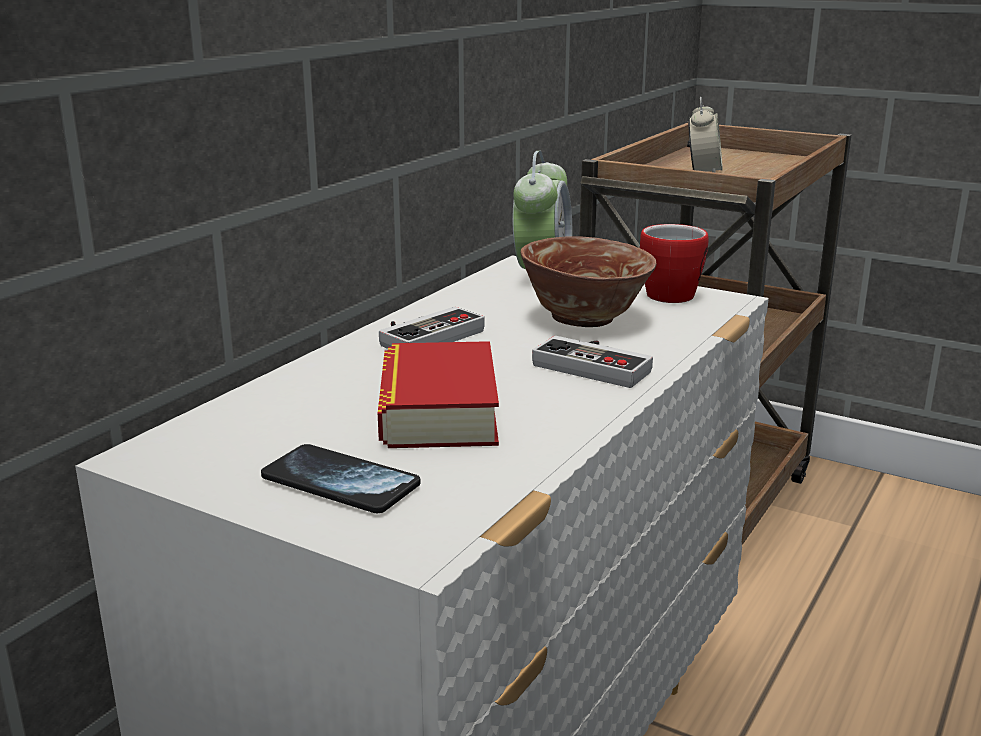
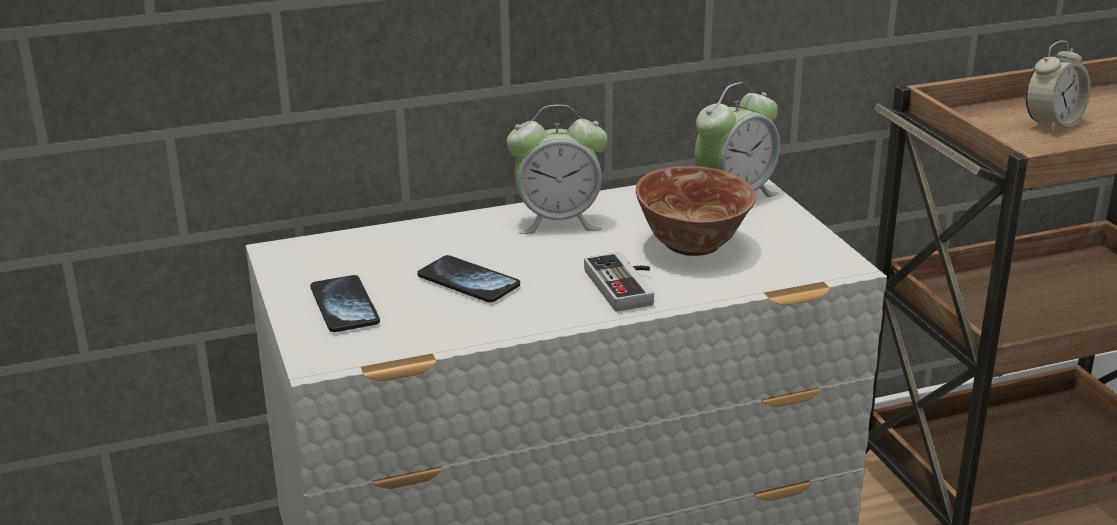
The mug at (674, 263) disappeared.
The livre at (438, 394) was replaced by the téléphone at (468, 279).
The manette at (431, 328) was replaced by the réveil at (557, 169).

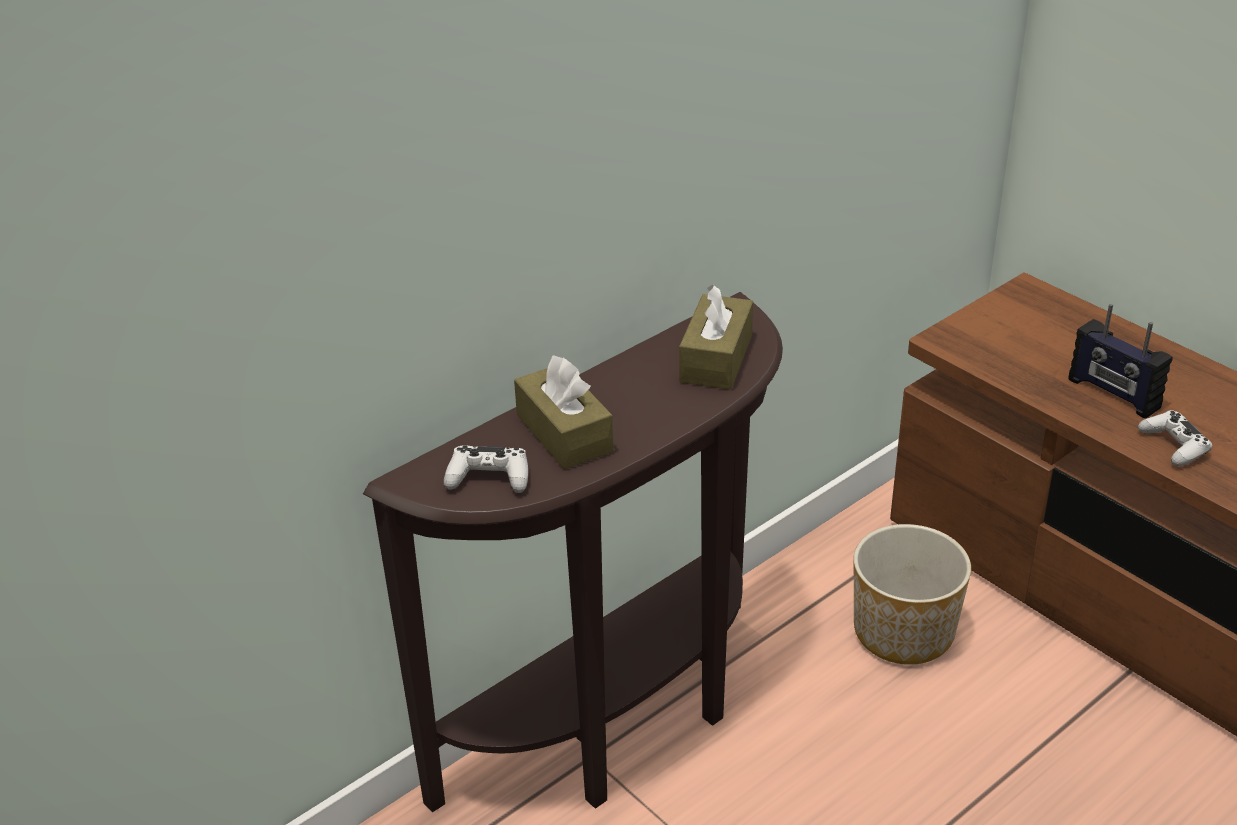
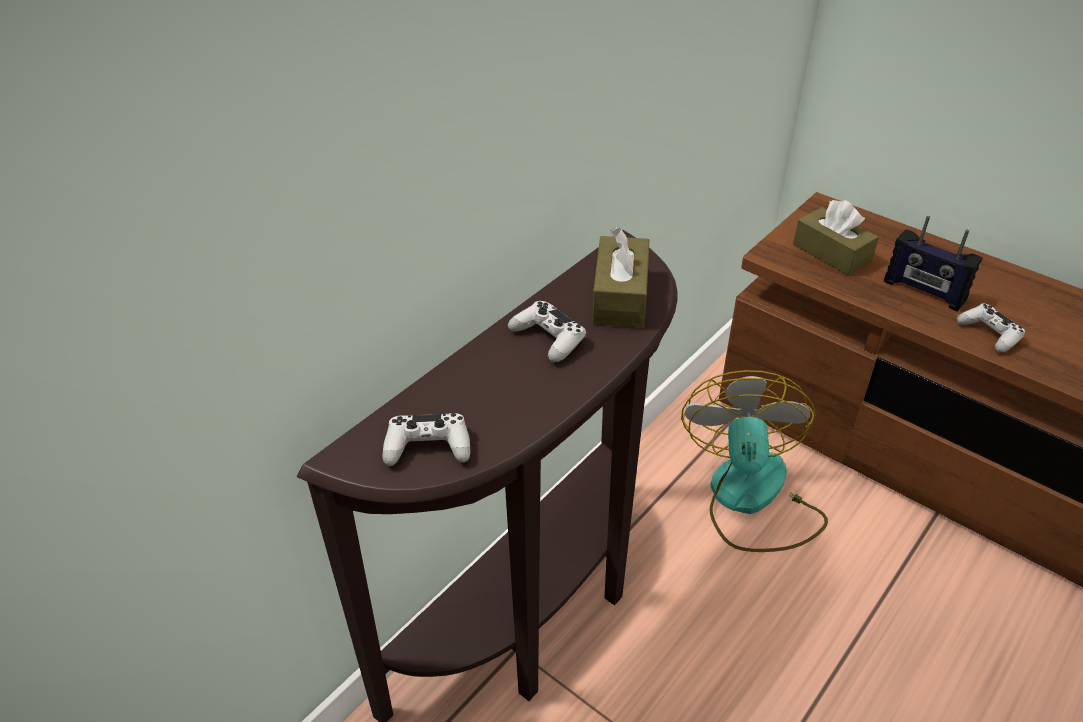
The manette/blanc at (547, 331) appeared.
The boîte à mouchoirs/marron moved from (564, 412) to (836, 238).
The cache-pot at (912, 594) was replaced by the ventilateur at (754, 461).

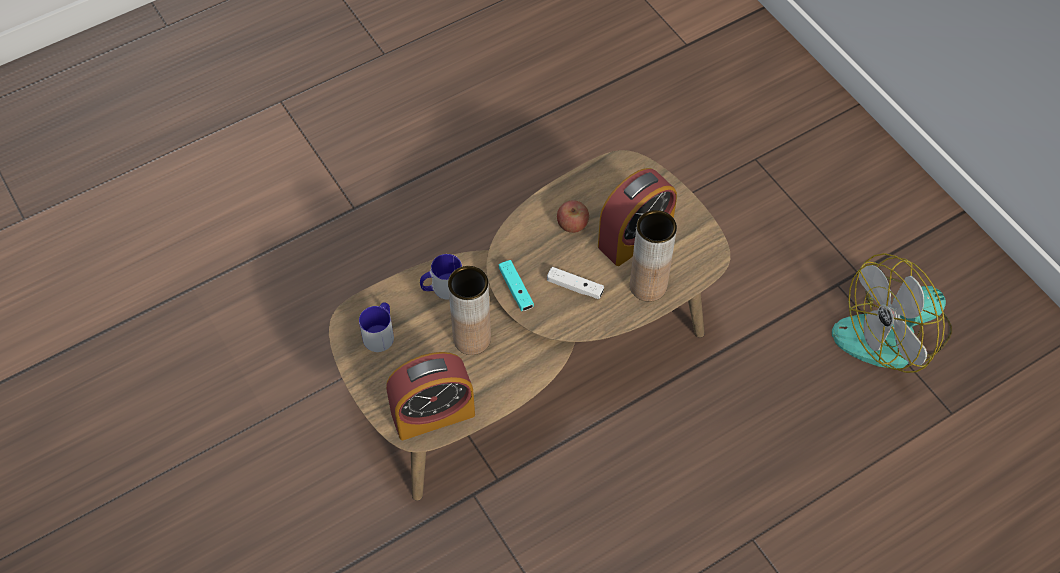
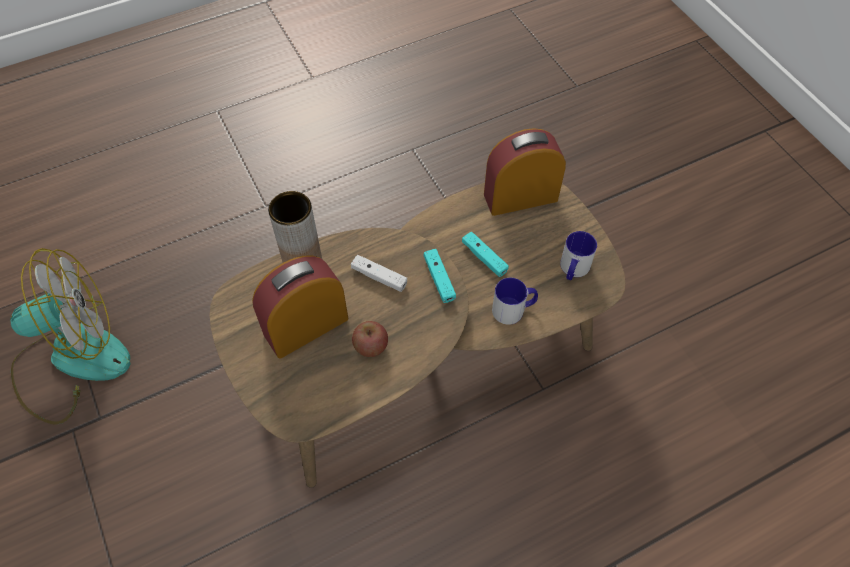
The vase/marron at (469, 310) was replaced by the manette/turquoise at (485, 254).

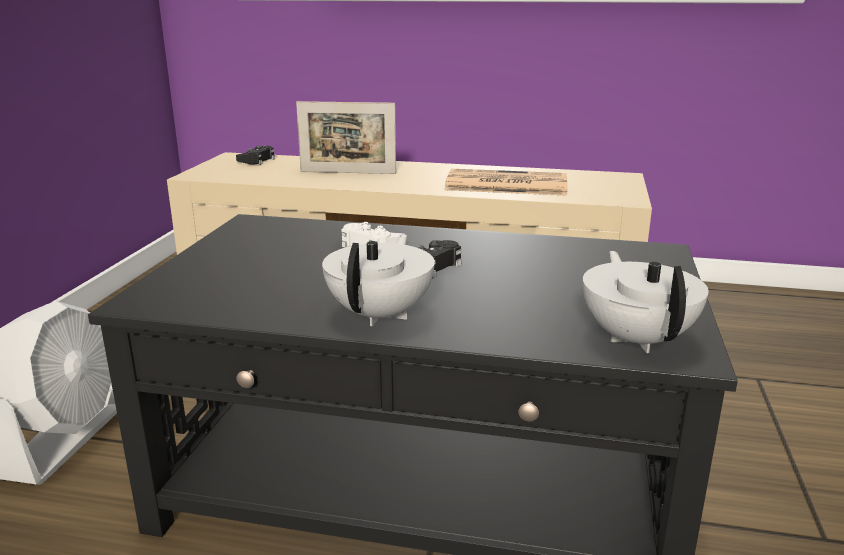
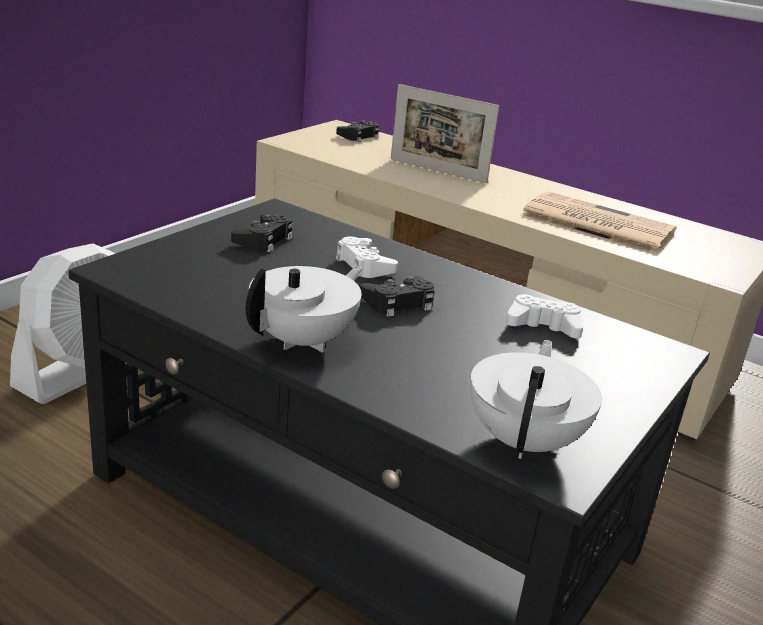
The manette/noir at (262, 233) appeared.
The manette/blanc at (545, 316) appeared.

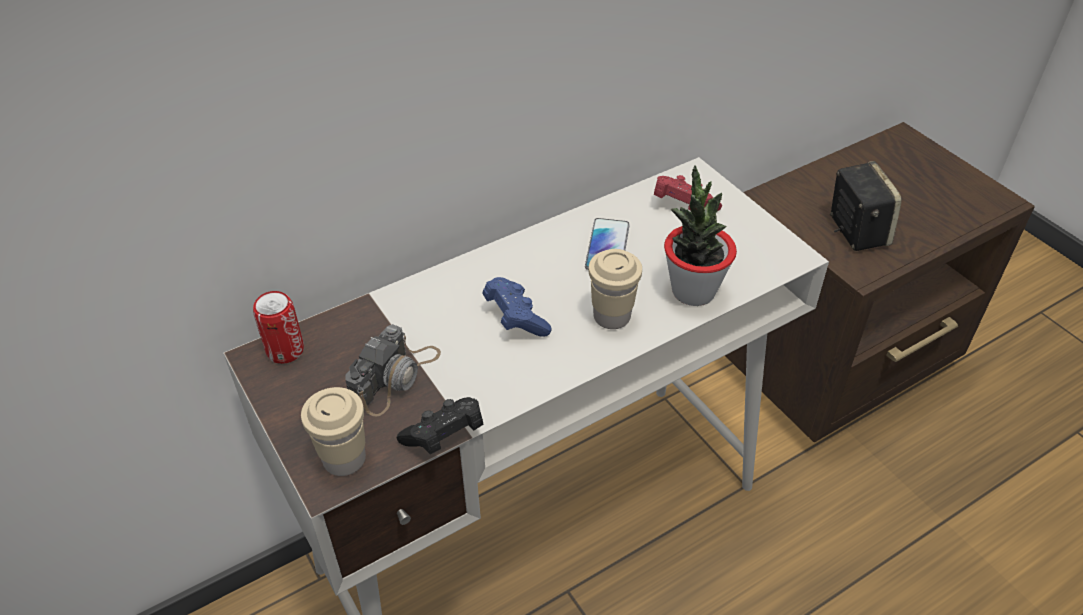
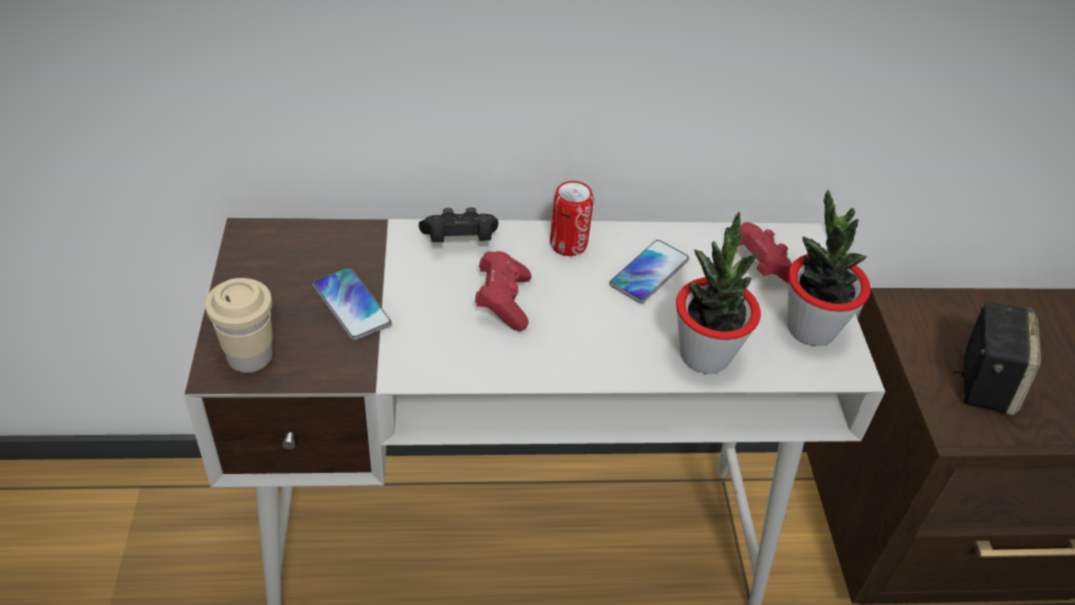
The tasse/beige at (615, 289) disappeared.
The plante en pot at (829, 268) appeared.
The boîte métallique moved from (278, 327) to (572, 218).
The manette/noir moved from (440, 425) to (458, 224).
The appareil photo at (393, 370) was replaced by the téléphone at (352, 304).
The manette/bleu at (517, 306) became the manette/rouge at (503, 291).

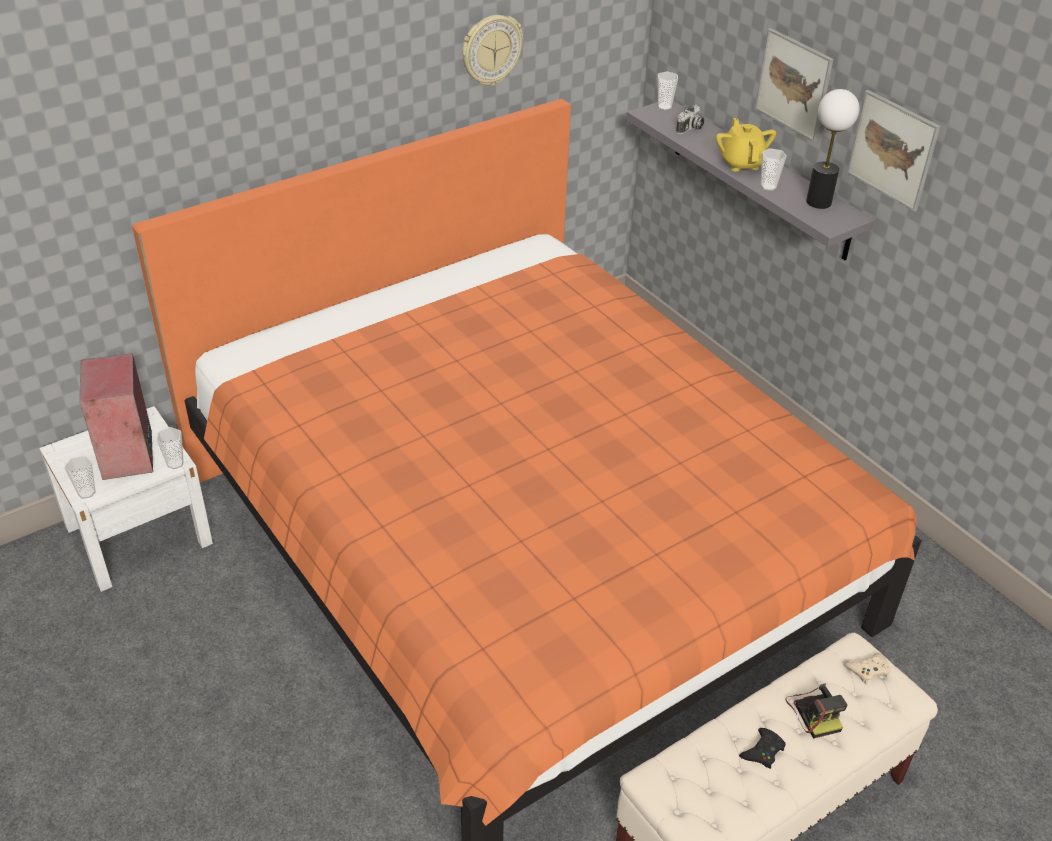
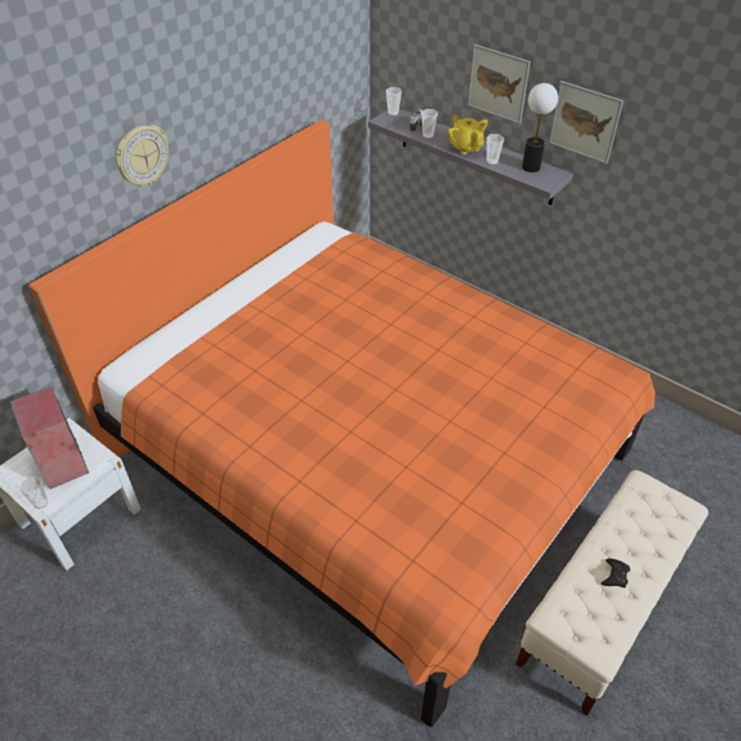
The appareil photo at (816, 711) disappeared.
The manette/beige at (867, 668) disappeared.
The tasse moved from (170, 448) to (429, 124).
The horloge murale moved from (492, 50) to (141, 156).

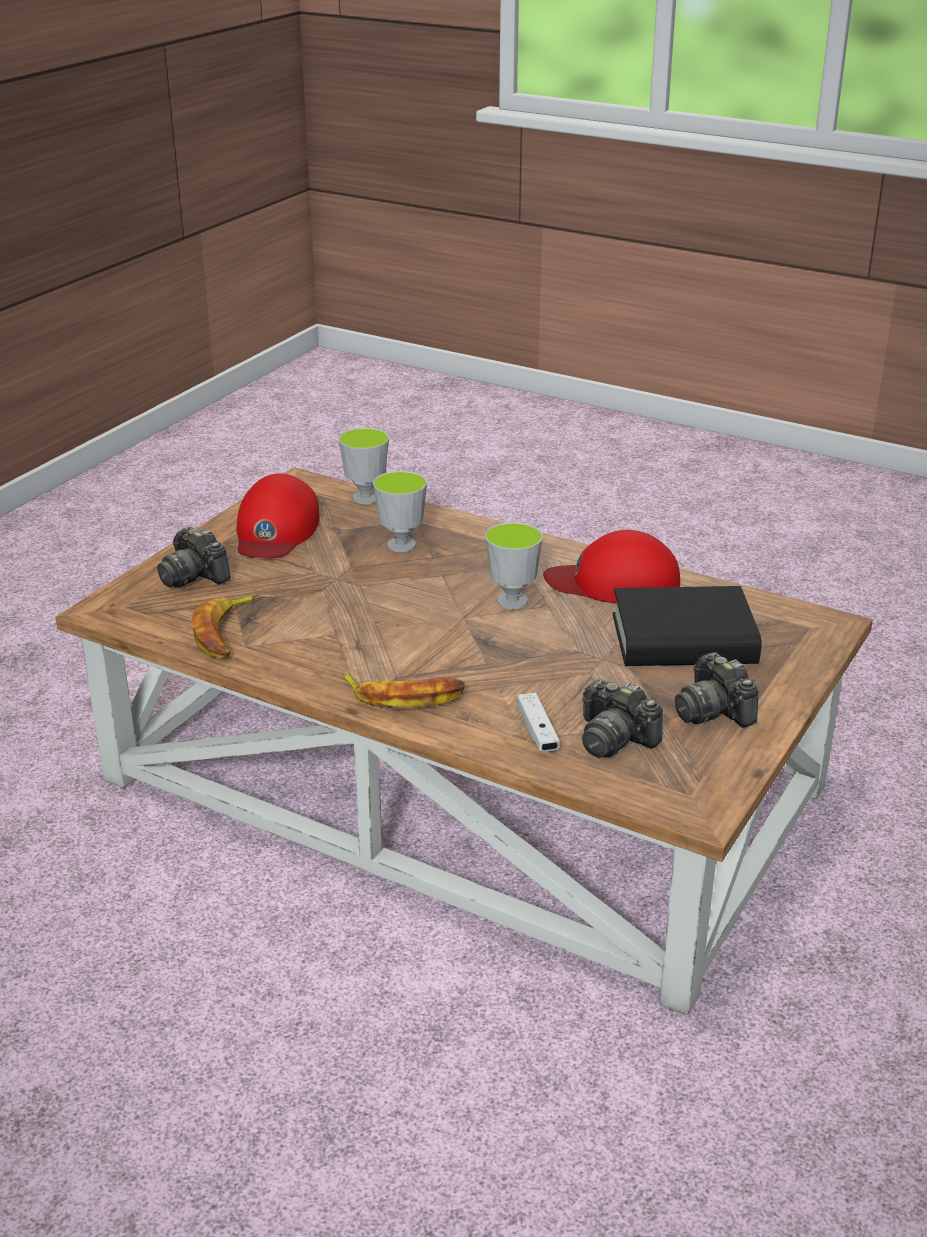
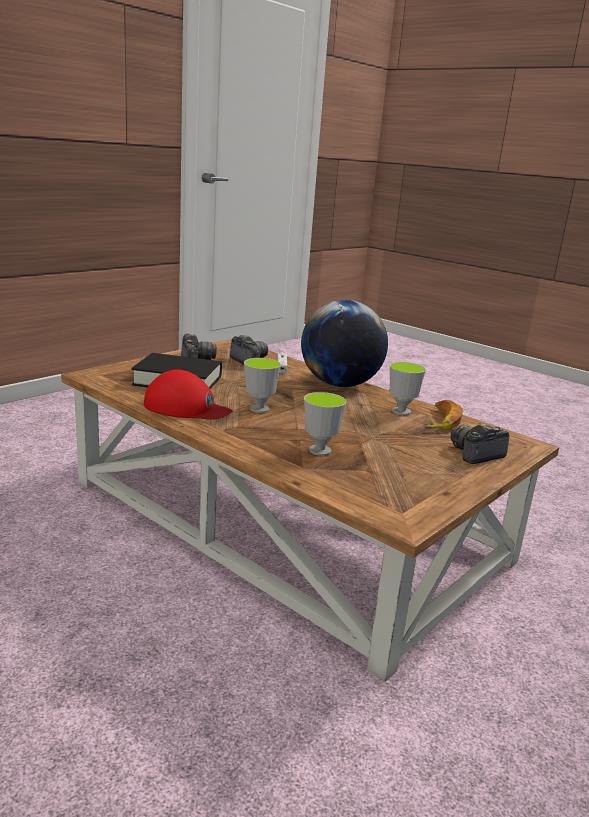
The casquette/rouge at (278, 515) disappeared.
The tasse moved from (364, 466) to (408, 388).
The banane at (403, 690) was replaced by the globe at (344, 343).
The appareil photo at (194, 557) turned 90 degrees counterclockwise.

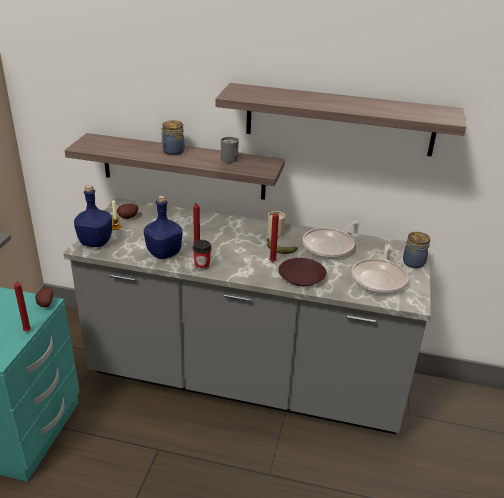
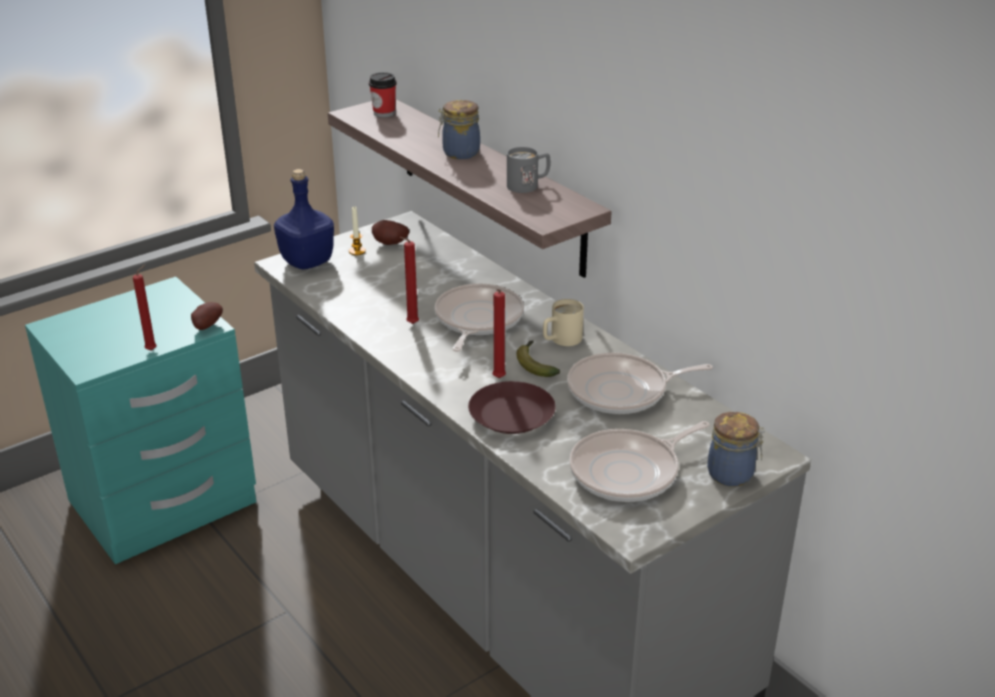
The bouteille/bleu at (163, 227) disappeared.
The étagère at (340, 120) disappeared.
The poêle at (479, 317) appeared.
The tasse moved from (202, 255) to (383, 95).

